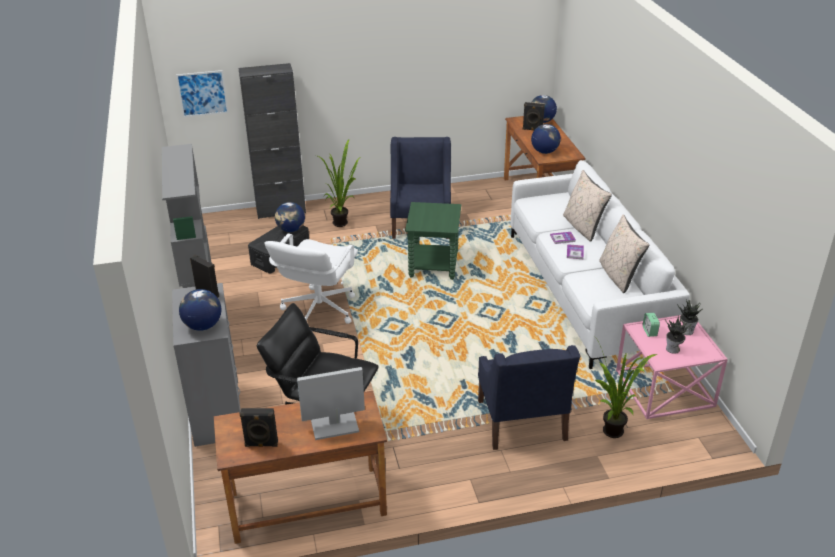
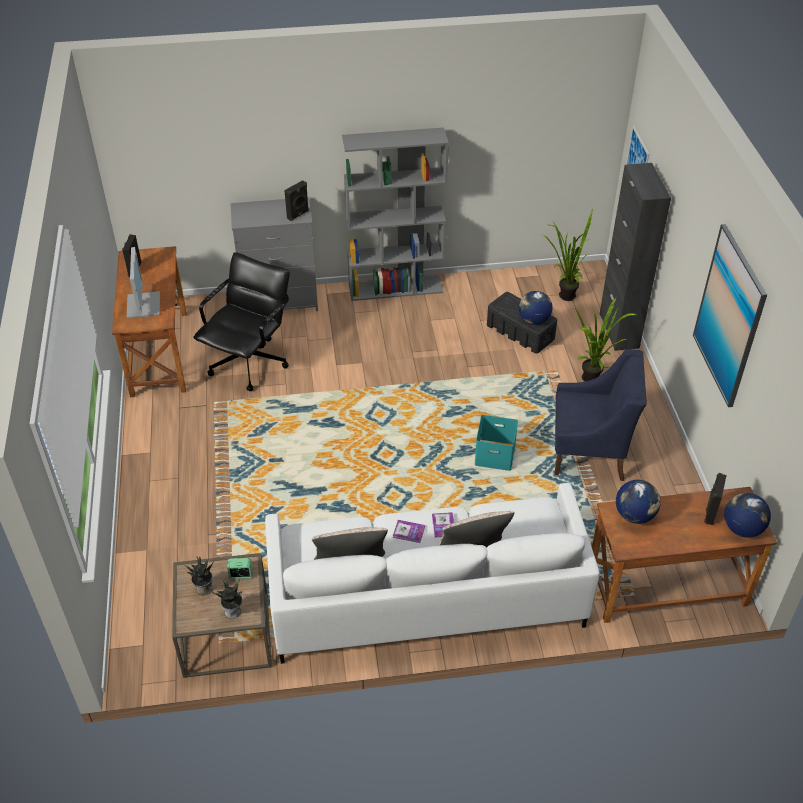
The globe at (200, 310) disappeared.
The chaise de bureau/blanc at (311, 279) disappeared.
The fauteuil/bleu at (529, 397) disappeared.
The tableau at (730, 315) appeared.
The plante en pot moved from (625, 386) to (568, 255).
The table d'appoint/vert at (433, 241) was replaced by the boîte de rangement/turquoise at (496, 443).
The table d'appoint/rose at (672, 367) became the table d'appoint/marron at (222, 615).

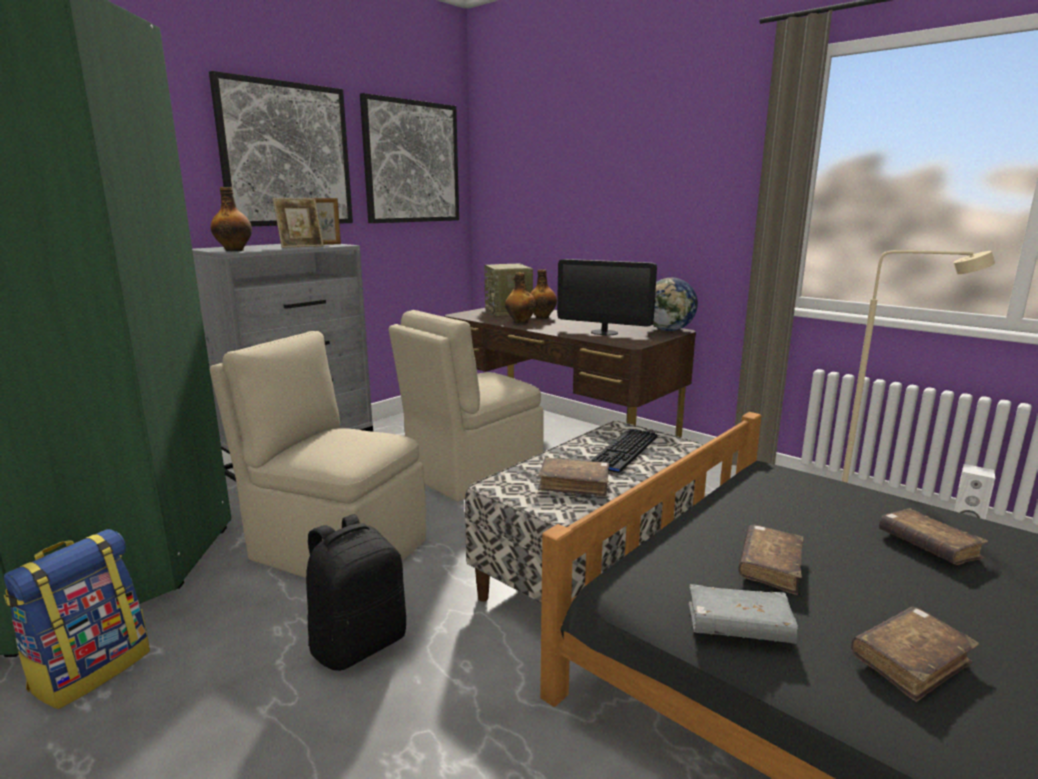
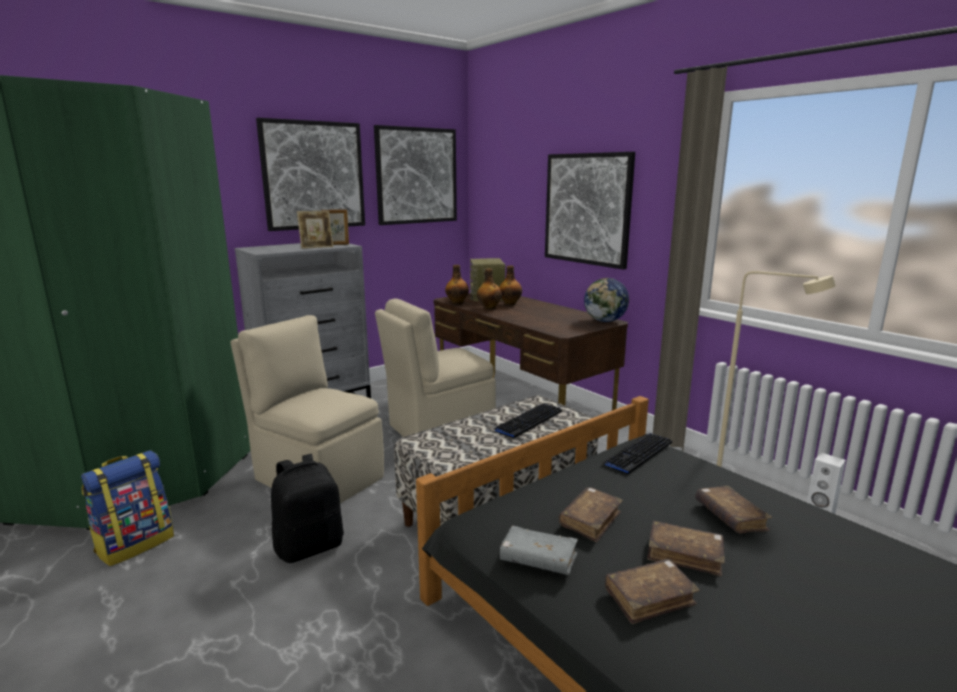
The écran d'ordinateur at (607, 297) disappeared.
The tableau at (590, 210) appeared.
The clavier at (637, 453) appeared.
The bouteille moved from (231, 219) to (457, 285).
The livre/marron moved from (573, 477) to (686, 548).

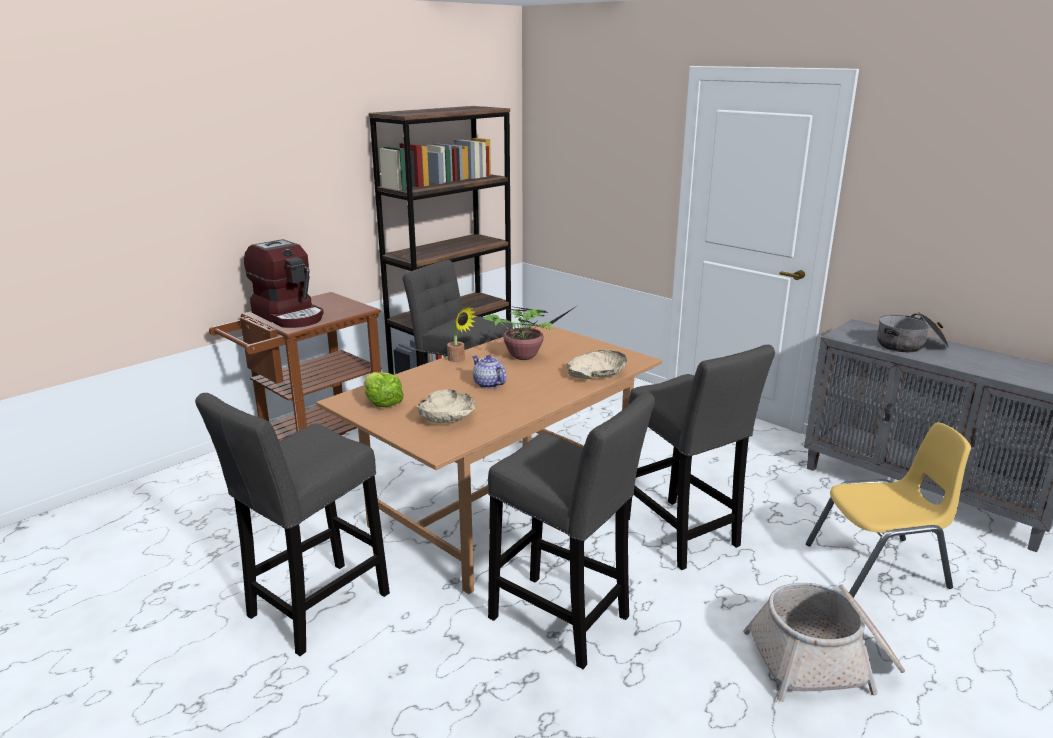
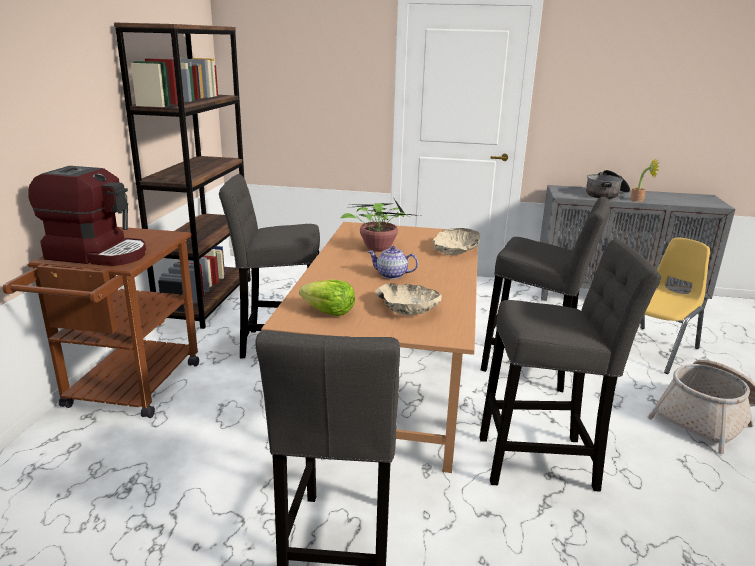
The plante en pot moved from (462, 334) to (645, 180).

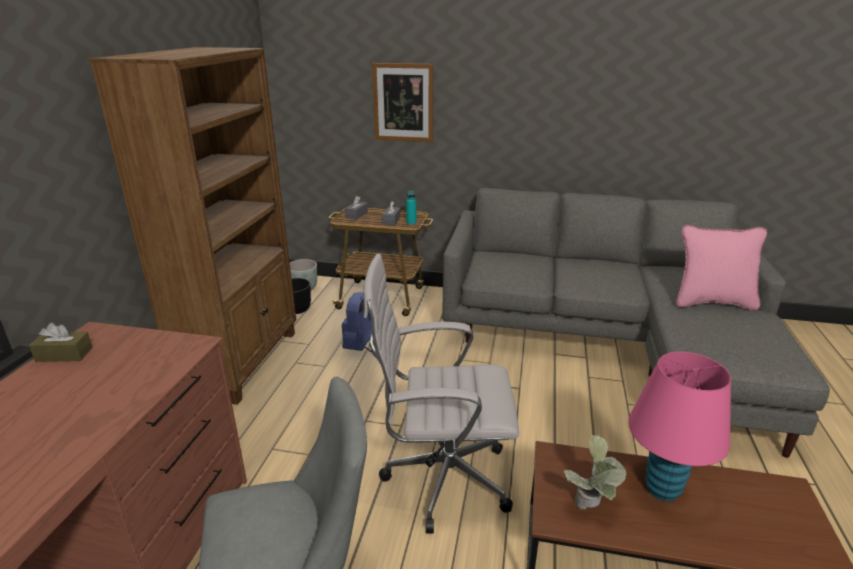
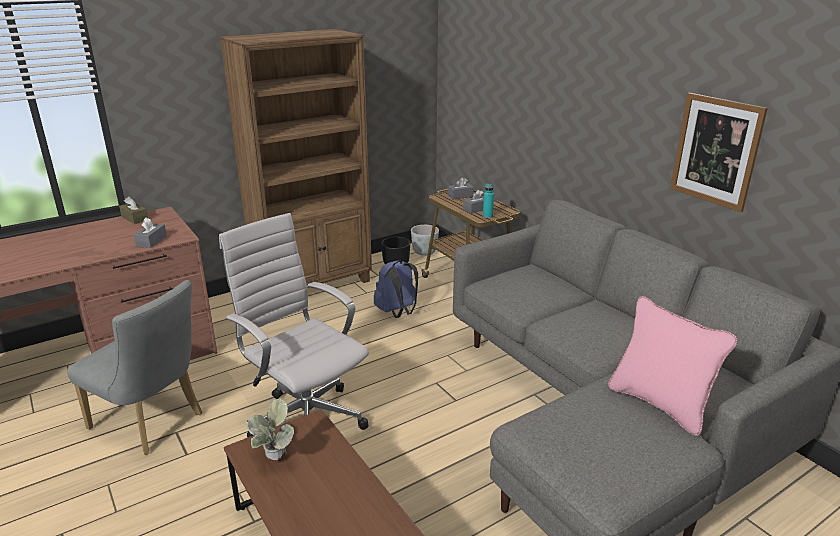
The lampe de table/rose at (679, 426) disappeared.
The boîte à mouchoirs/gris at (150, 232) appeared.
The tableau moved from (402, 102) to (719, 152).

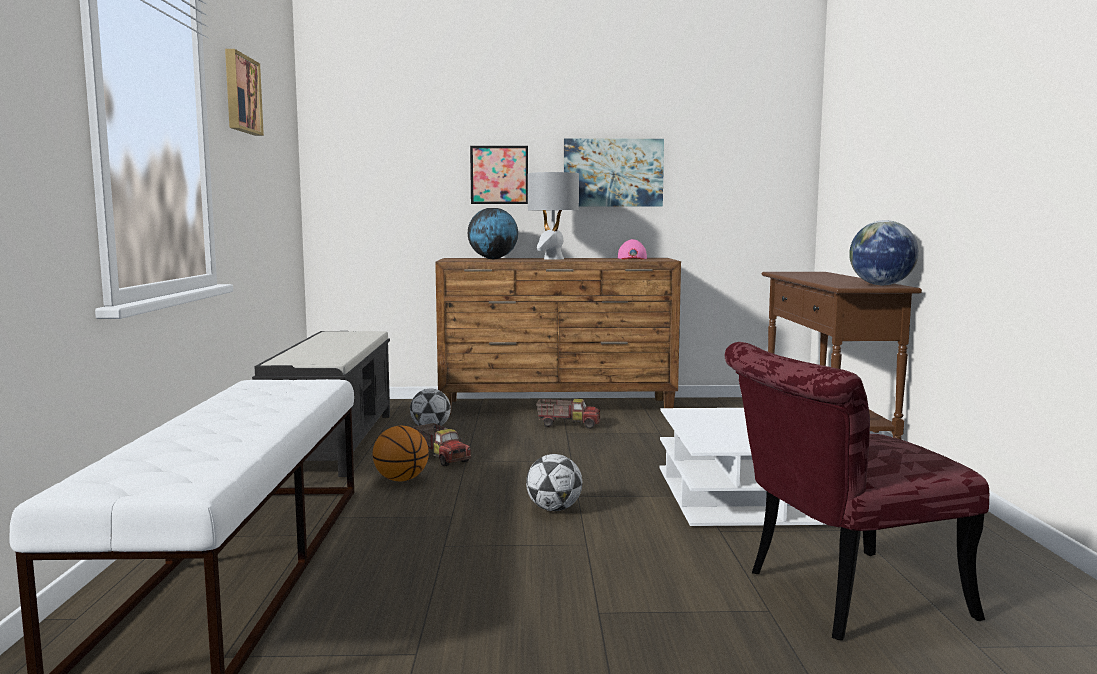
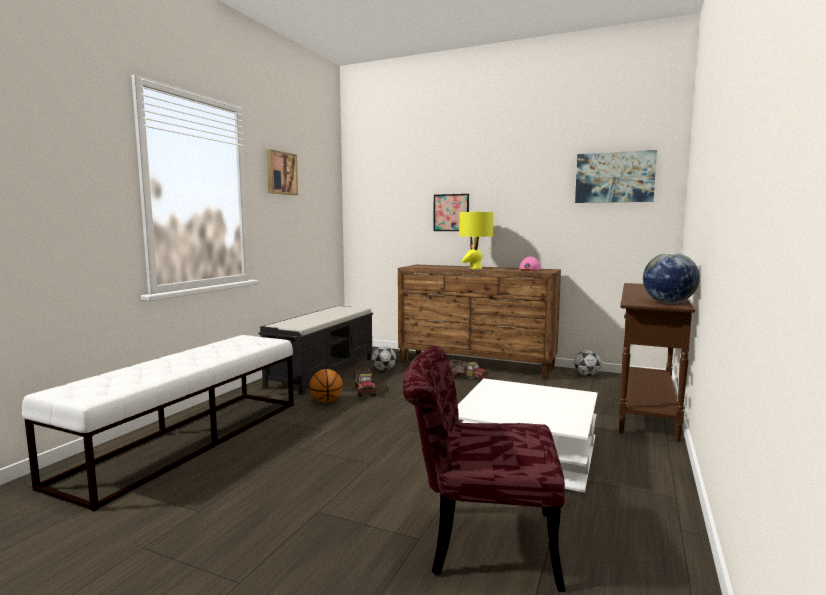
The globe at (493, 233) disappeared.
The ballon de foot moved from (554, 482) to (587, 363).
The tableau moved from (614, 172) to (616, 176).
The lampe de table/gris at (553, 216) became the lampe de table/jaune at (476, 240).

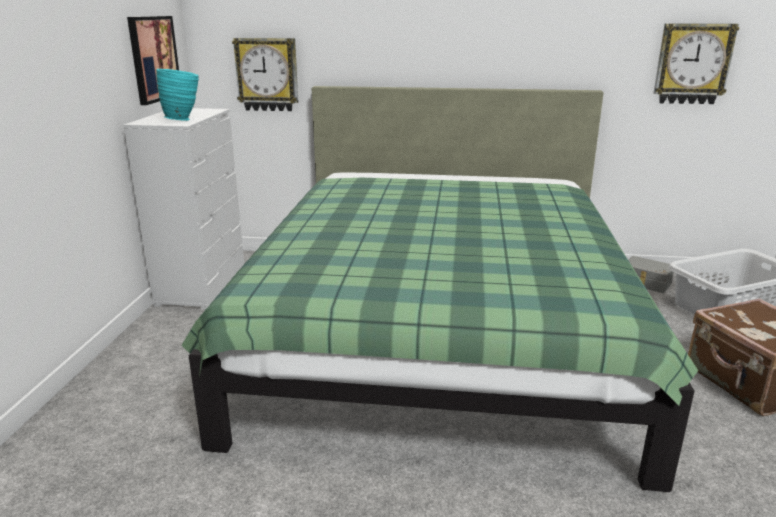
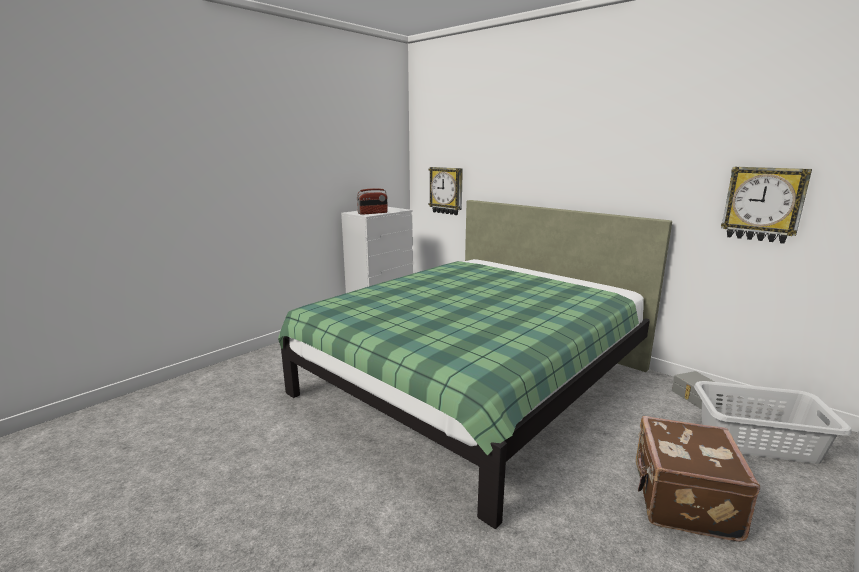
The tableau at (153, 60) disappeared.
The vase/turquoise at (177, 95) was replaced by the radio at (372, 201).

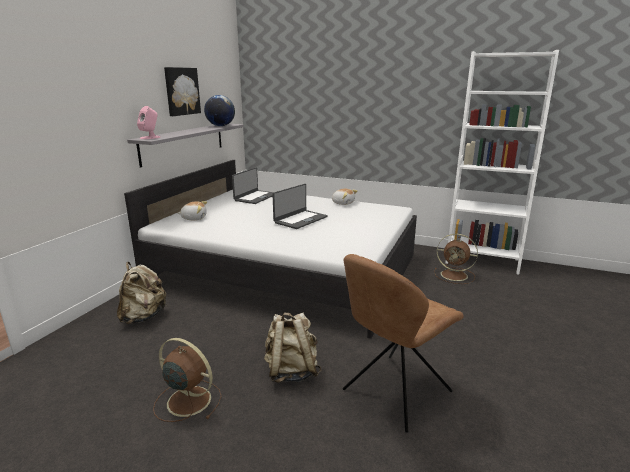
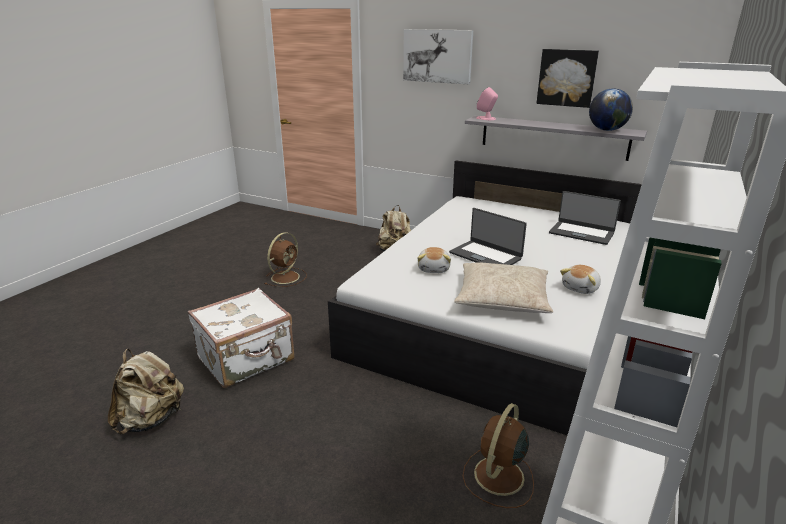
The tableau at (438, 56) appeared.
The coussin/beige at (503, 288) appeared.
The peluche moved from (192, 210) to (434, 260).
The sac à dos/beige moved from (292, 347) to (146, 392).
The chaise/marron at (403, 343) was replaced by the valise/blanc at (241, 338).

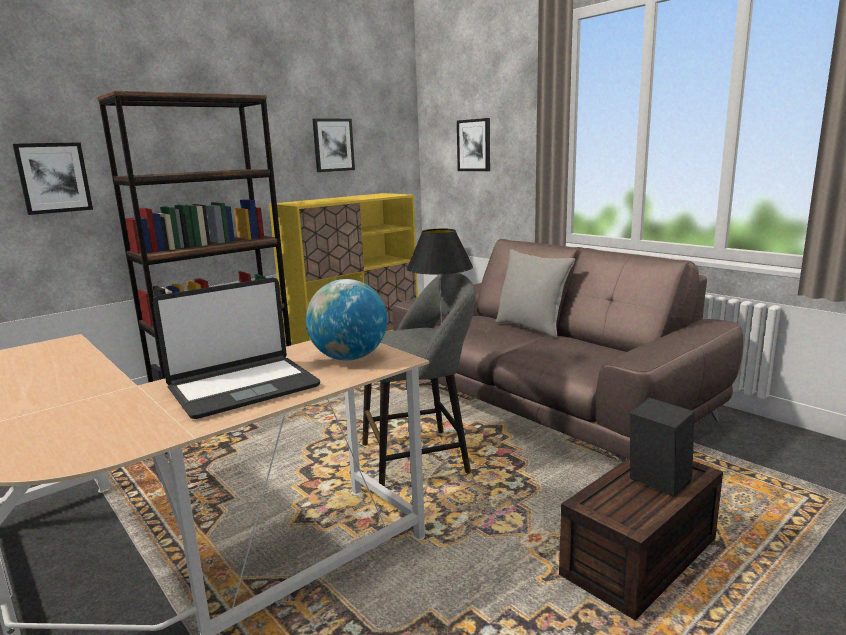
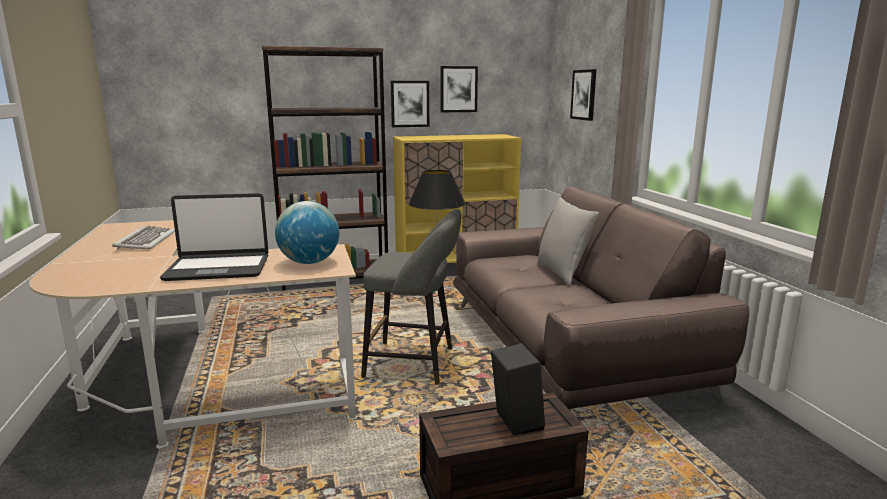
The clavier at (143, 237) appeared.
The tableau moved from (53, 178) to (409, 104).

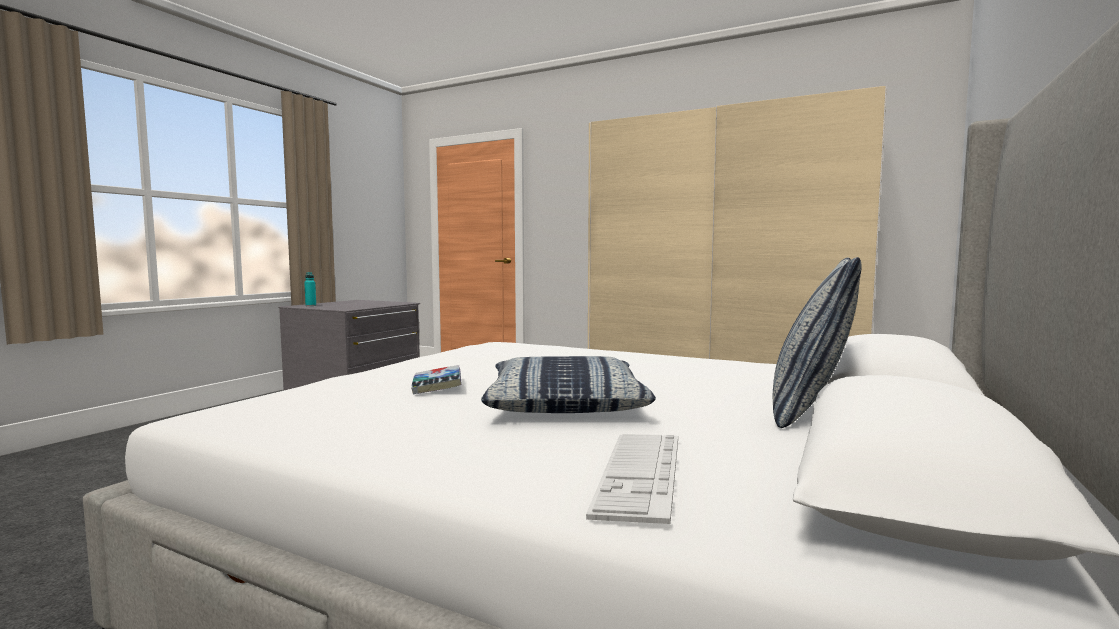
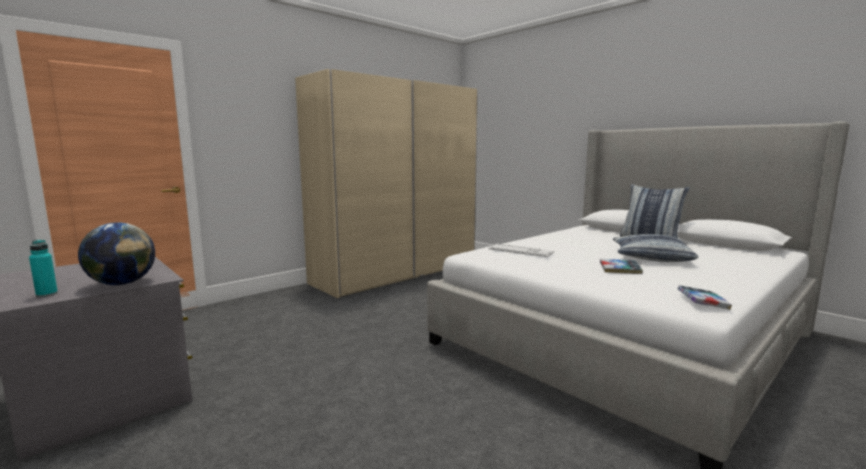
The globe at (116, 253) appeared.
The livre at (705, 297) appeared.
The clavier moved from (632, 479) to (521, 250).

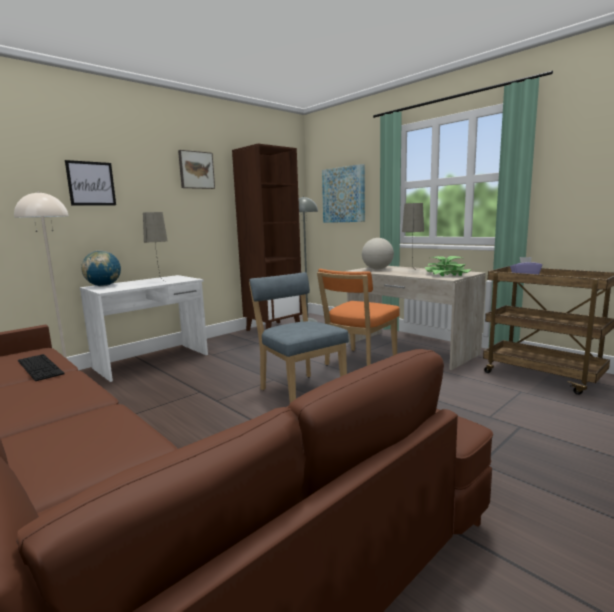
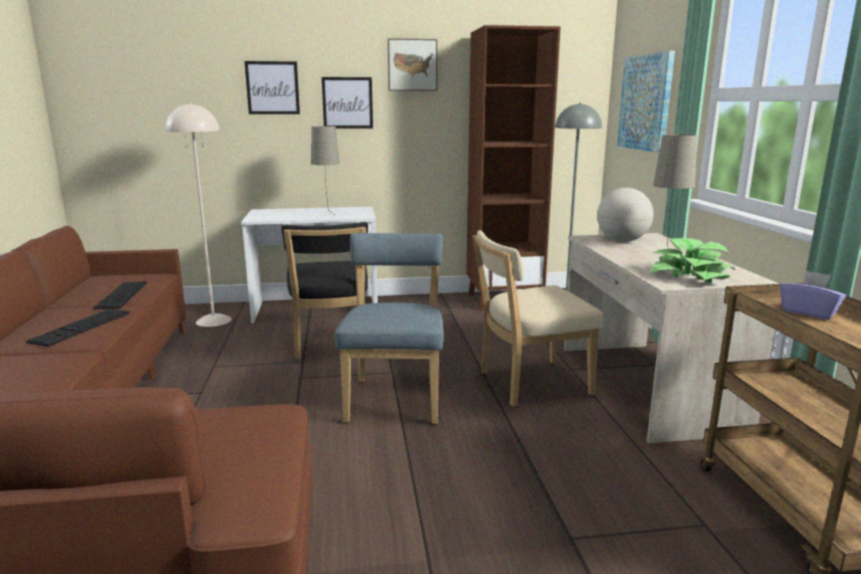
The globe at (101, 269) disappeared.
The clavier at (78, 328) appeared.
The chaise/noir at (324, 291) appeared.
The tableau at (347, 103) appeared.
The chaise/orange at (358, 317) became the chaise/beige at (538, 318).

